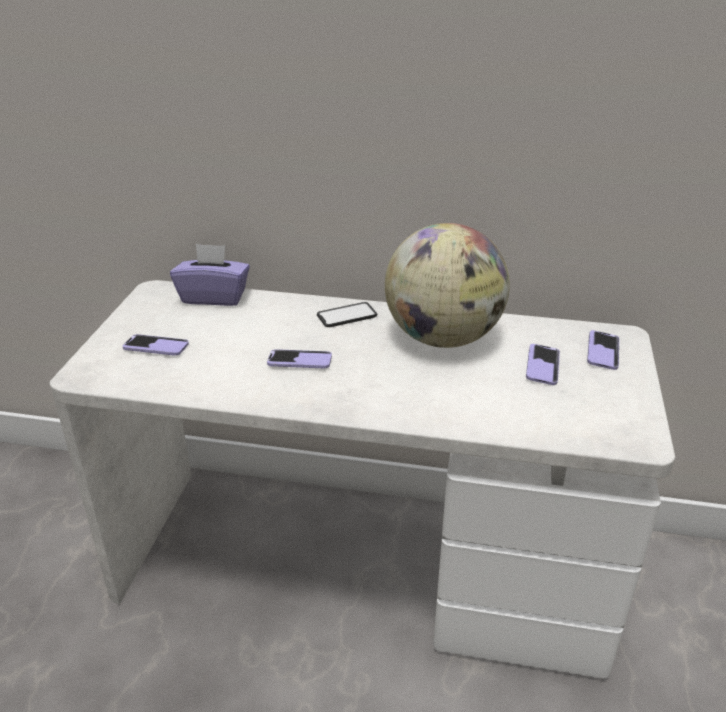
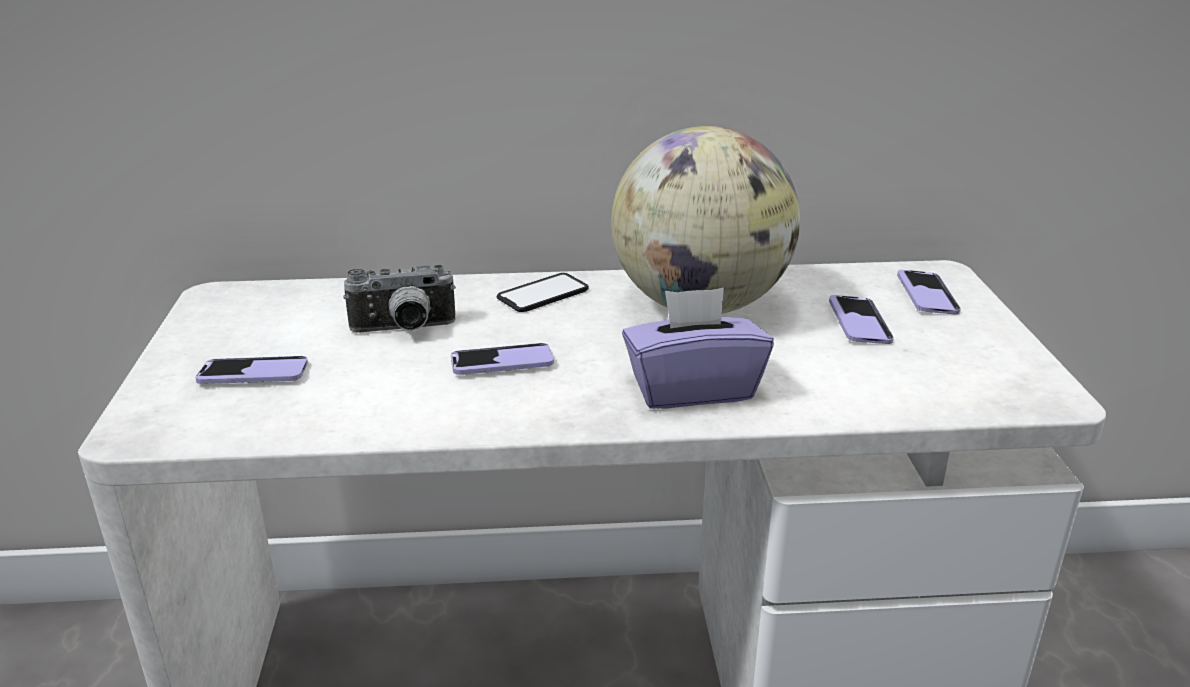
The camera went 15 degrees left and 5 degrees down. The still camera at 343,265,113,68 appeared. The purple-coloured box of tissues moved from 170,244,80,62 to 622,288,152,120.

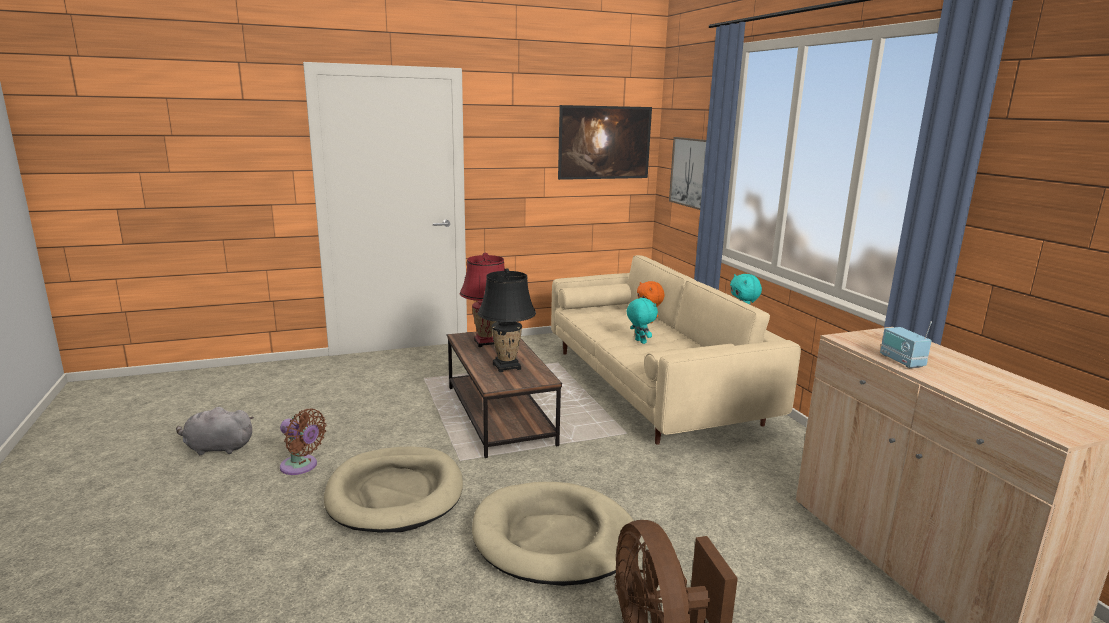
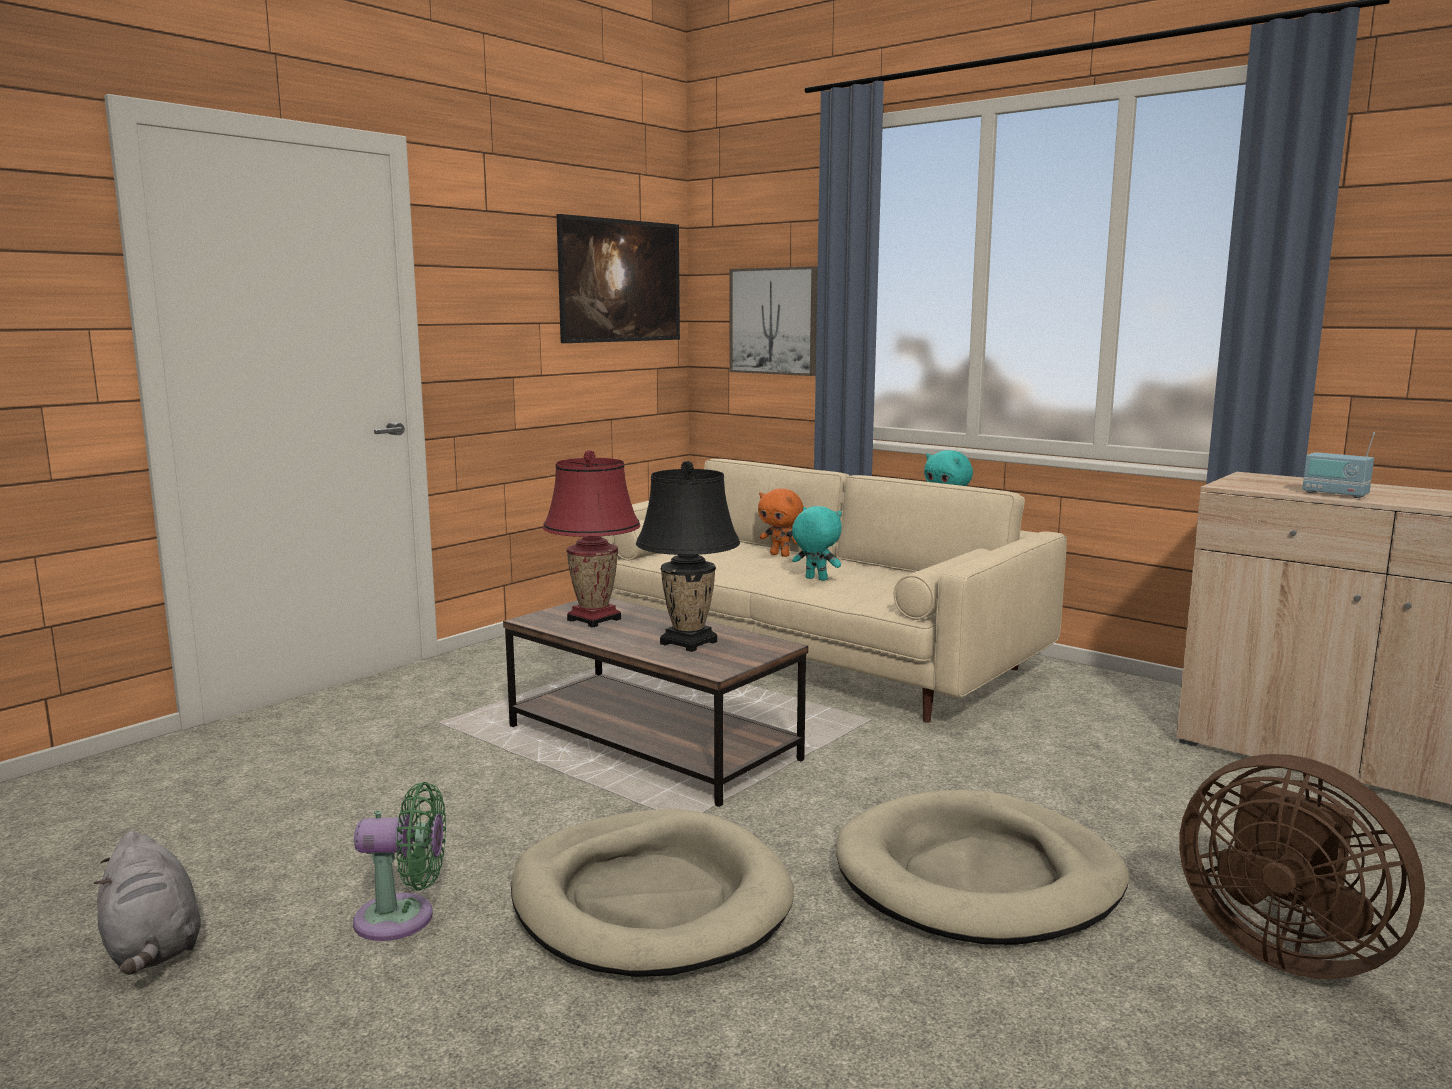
The camera went 30 degrees left and 5 degrees down. The brownish cooling fan at 280,409,47,66 became the greenish cooling fan at 353,782,93,159. The greyish plush toy at 176,407,78,48 turned 90 degrees counterclockwise.

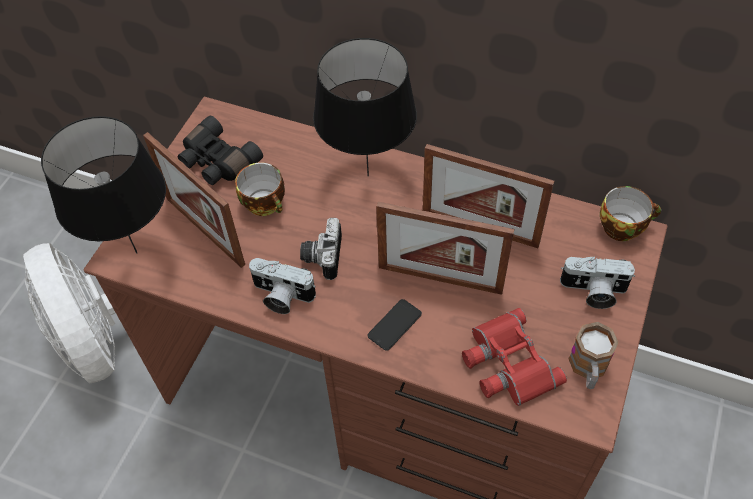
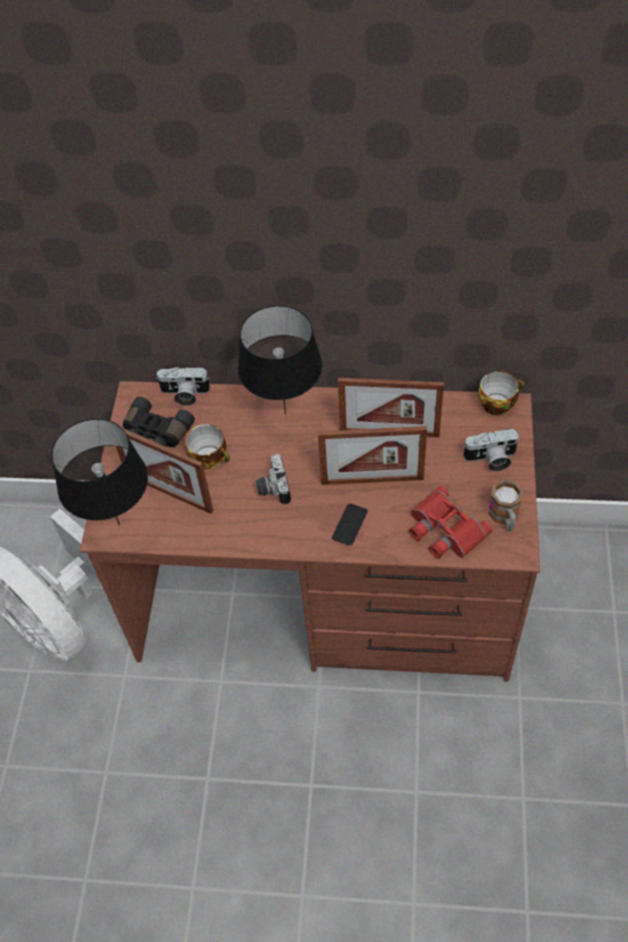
The camera went 15 degrees left and 0 degrees up. The still camera moved from 249,258,67,56 to 156,367,54,39.

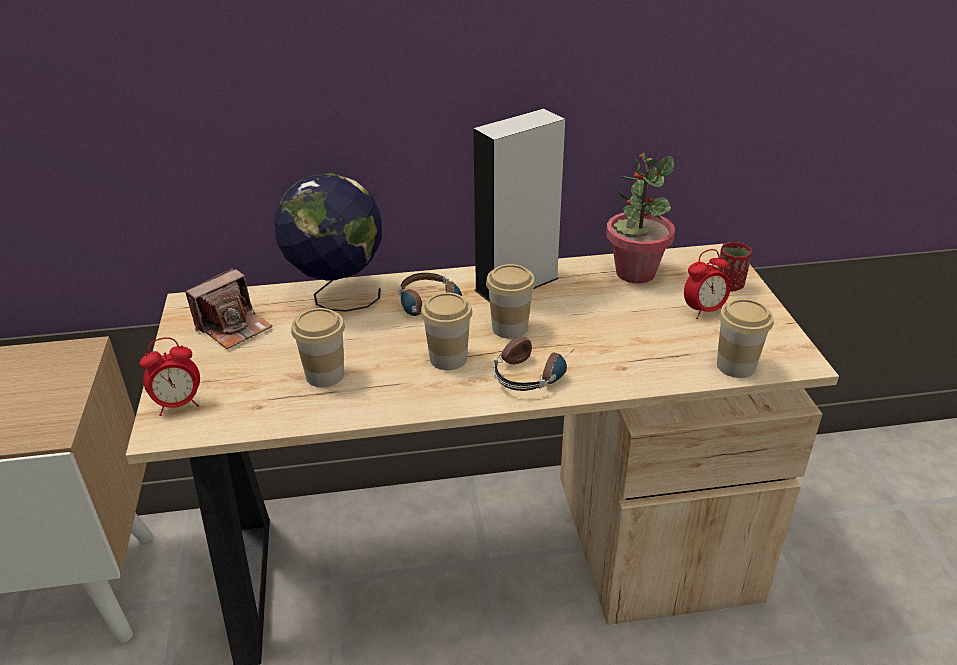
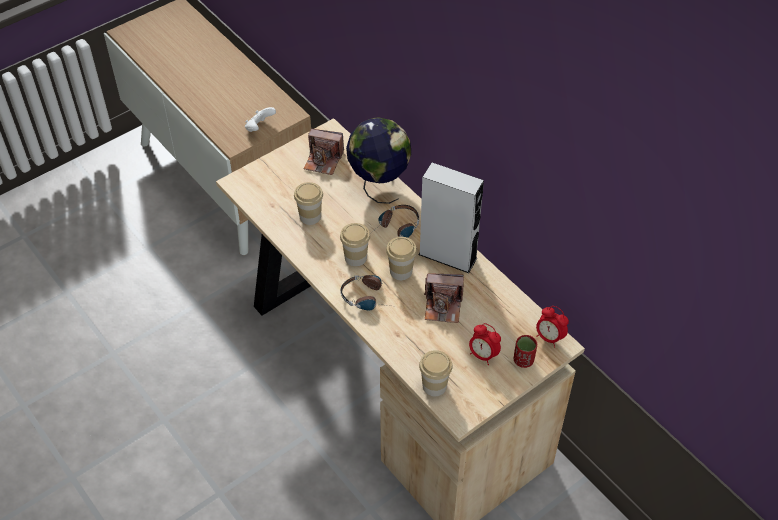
The camera went 60 degrees right and 15 degrees up. The plant in a pot at 606,153,69,130 disappeared. The white-coloured joypad at 245,107,31,25 appeared. The still camera at 424,273,40,50 appeared. The alarm clock moved from 140,337,60,79 to 536,306,33,42.

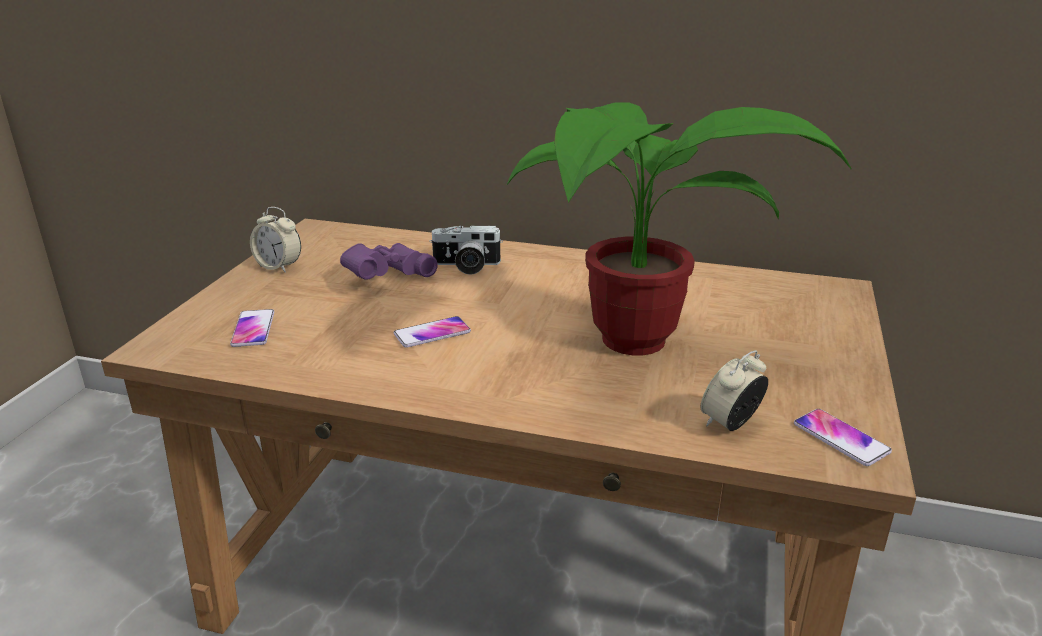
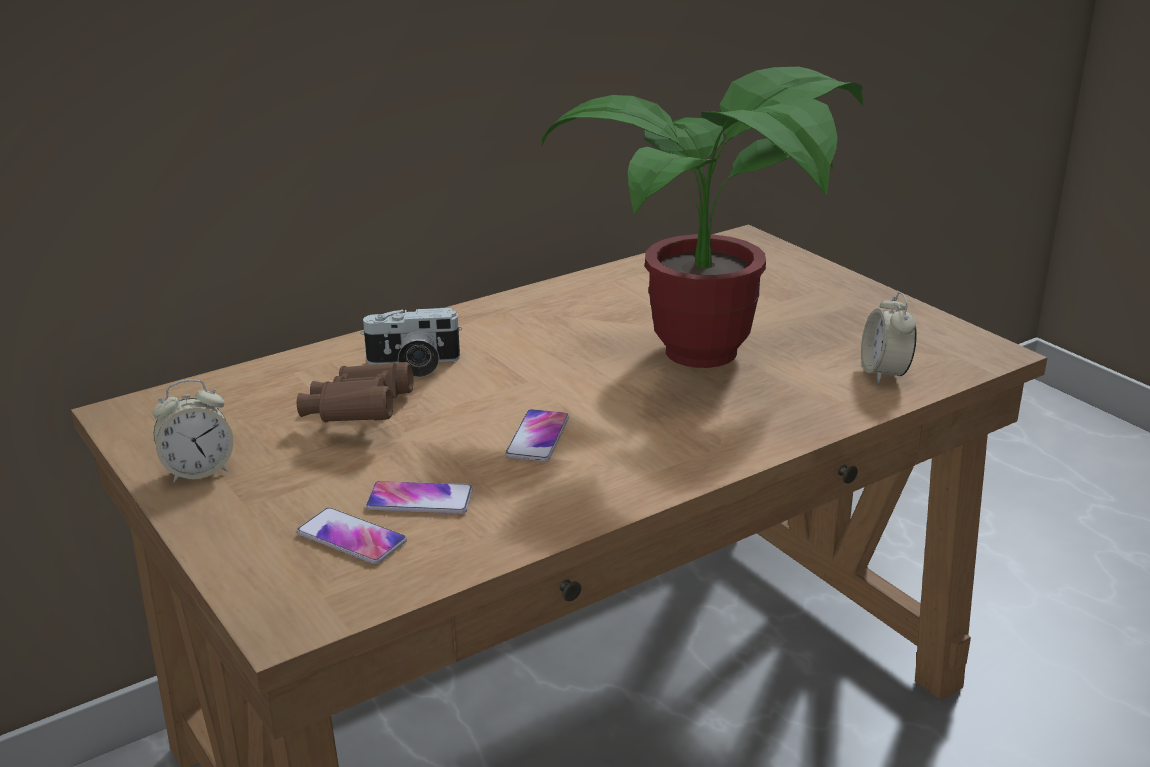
The camera went 50 degrees left and 0 degrees up. The handset moved from 794,409,98,57 to 366,481,107,33. The purple-coloured binoculars at 340,243,98,37 became the brownish binoculars at 297,362,117,60. The still camera at 429,226,74,49 turned 45 degrees clockwise.

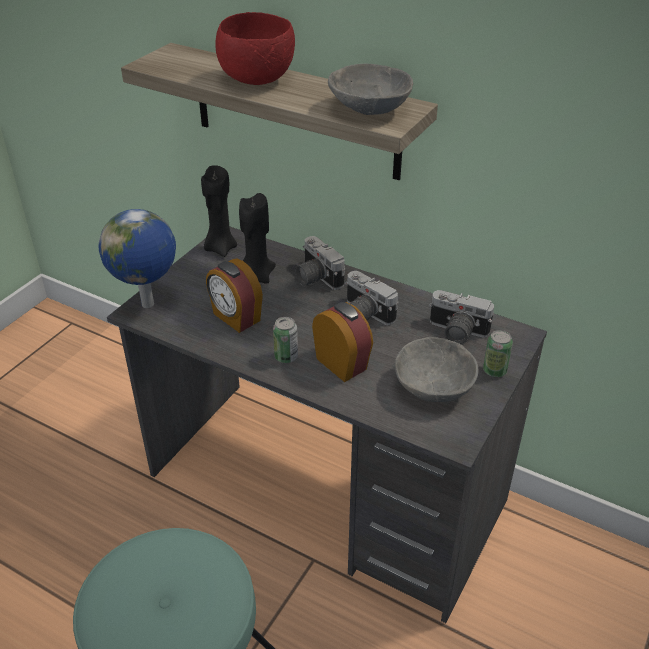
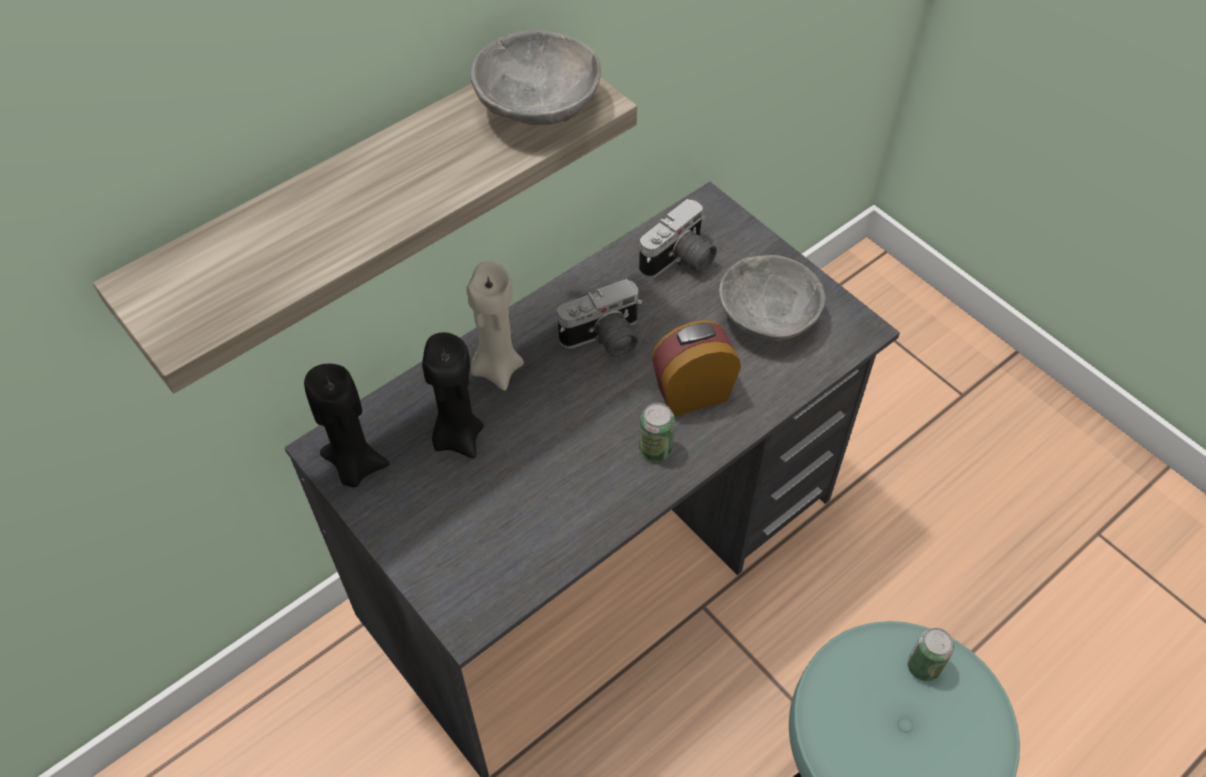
The camera went 70 degrees left and 15 degrees up. The world globe at 98,209,78,99 disappeared. The alarm clock at 206,258,57,75 disappeared. The red bowl at 215,12,80,73 disappeared. The sealed can moved from 483,330,30,47 to 907,628,47,53. The still camera at 295,236,50,54 was replaced by the beige candle at 467,262,57,129.

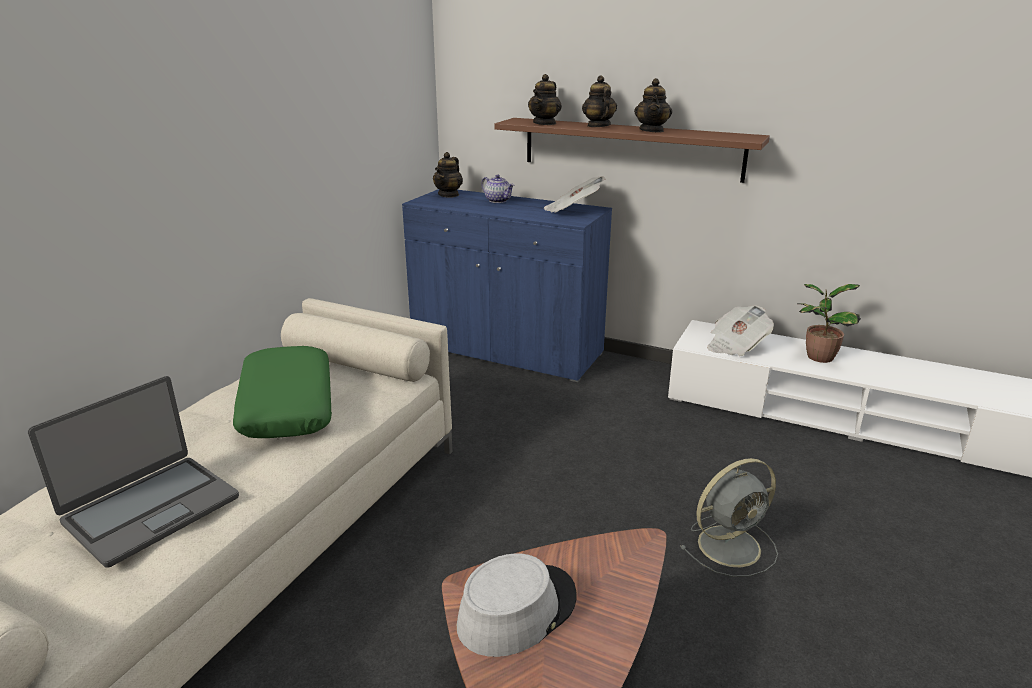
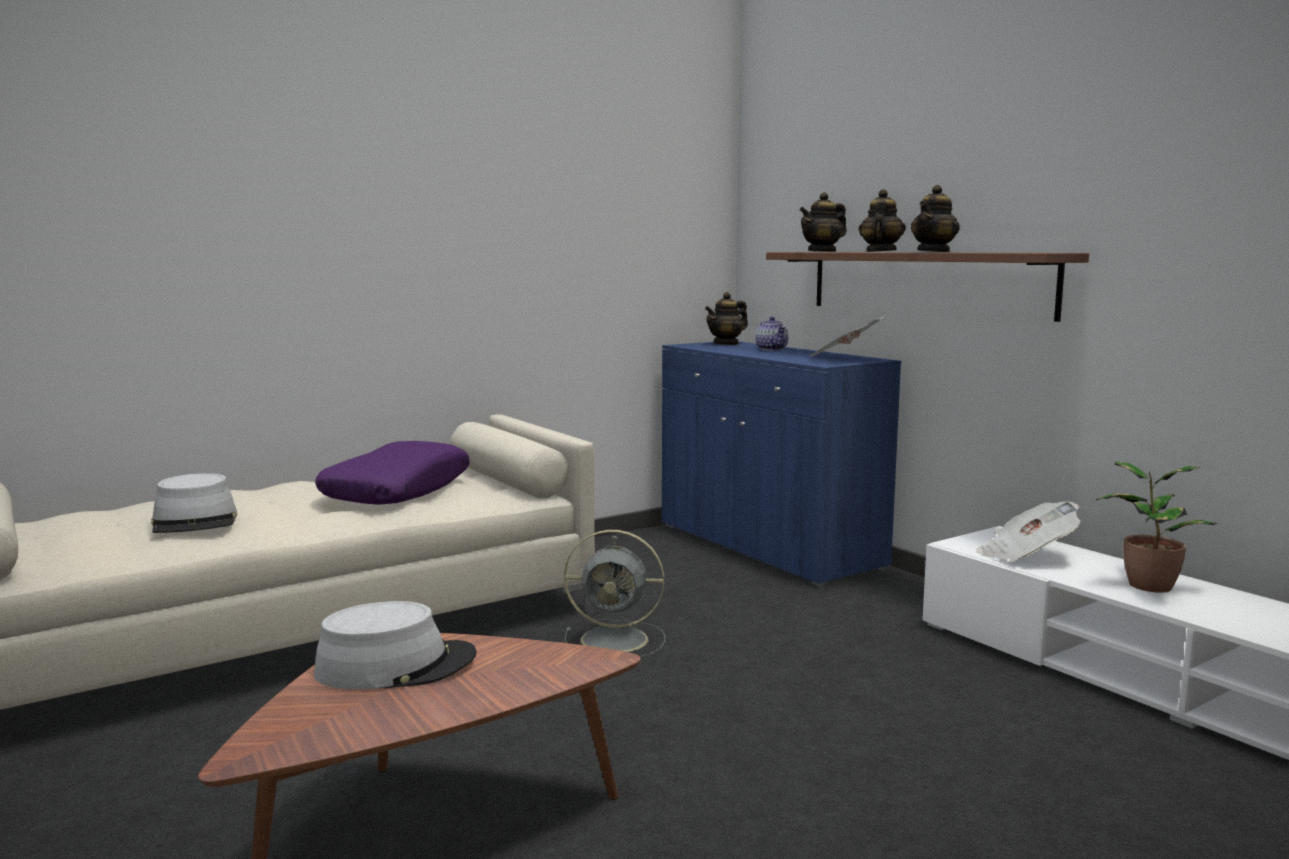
The camera went 30 degrees right and 15 degrees down. The greyish cooling fan moved from 680,458,98,119 to 564,530,101,127. The portable computer at 28,376,211,192 was replaced by the greyish clothing hat at 151,473,87,60. The greenish cushion at 233,346,99,92 became the purple-coloured cushion at 315,441,155,64.

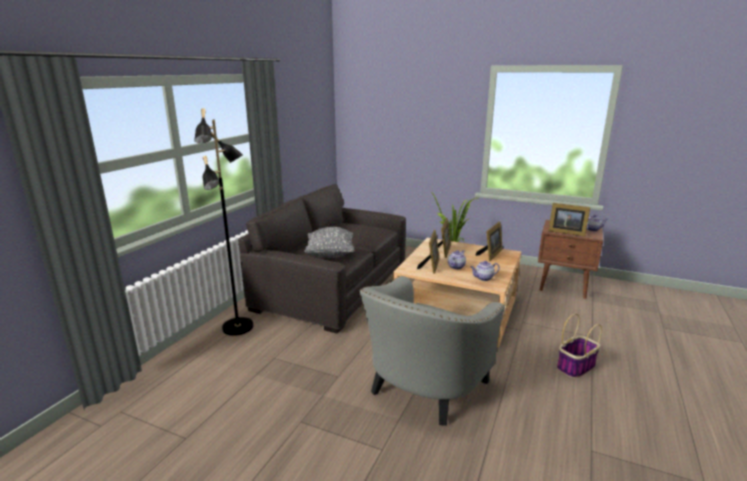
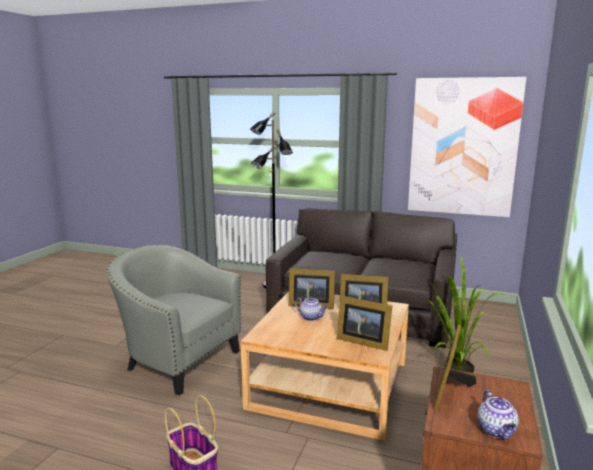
The camera went 85 degrees right and 5 degrees down. The greyish cushion at 304,227,51,31 disappeared. The pot for tea at 471,261,29,20 disappeared. The wall picture at 408,77,119,140 appeared.

